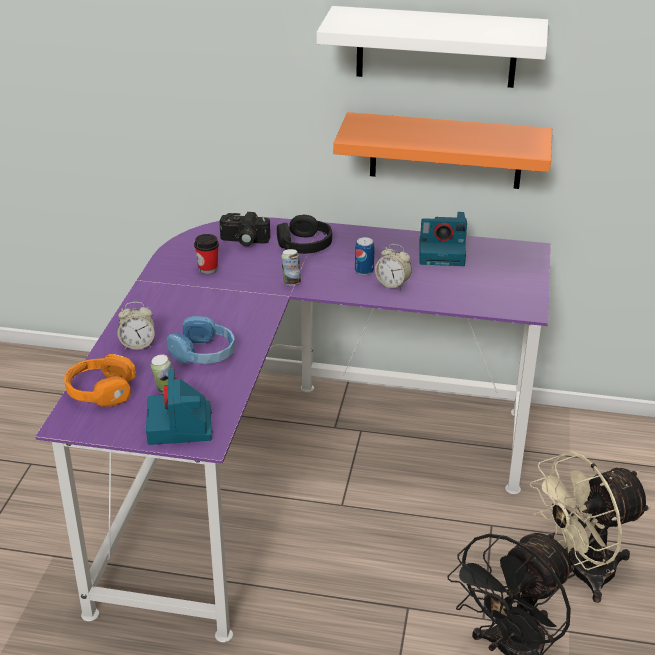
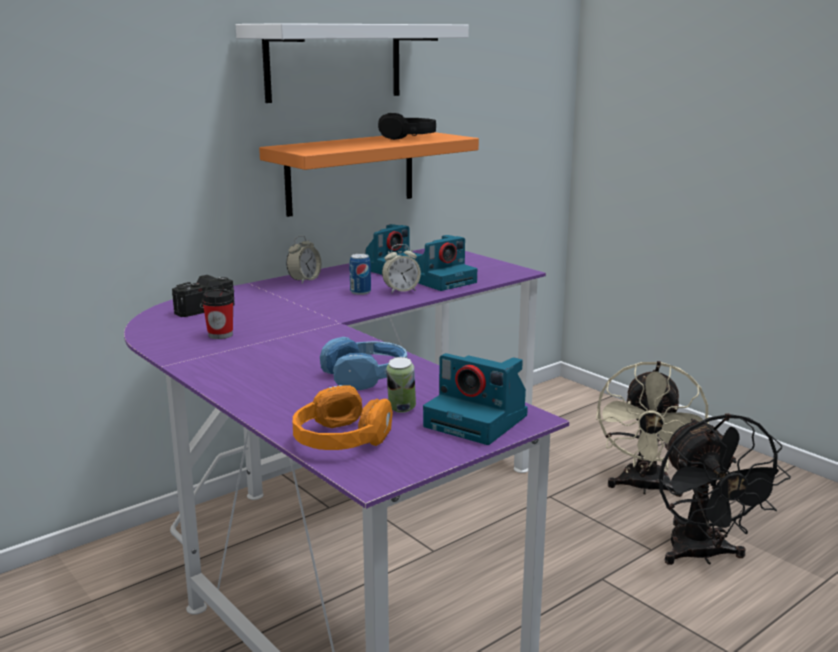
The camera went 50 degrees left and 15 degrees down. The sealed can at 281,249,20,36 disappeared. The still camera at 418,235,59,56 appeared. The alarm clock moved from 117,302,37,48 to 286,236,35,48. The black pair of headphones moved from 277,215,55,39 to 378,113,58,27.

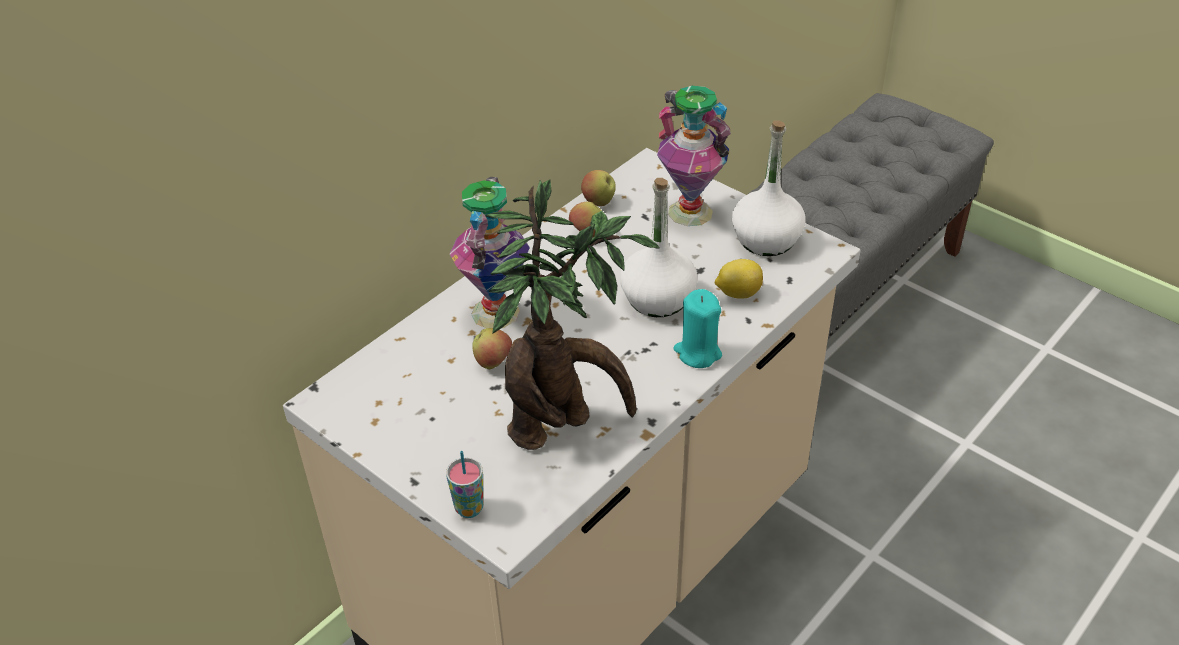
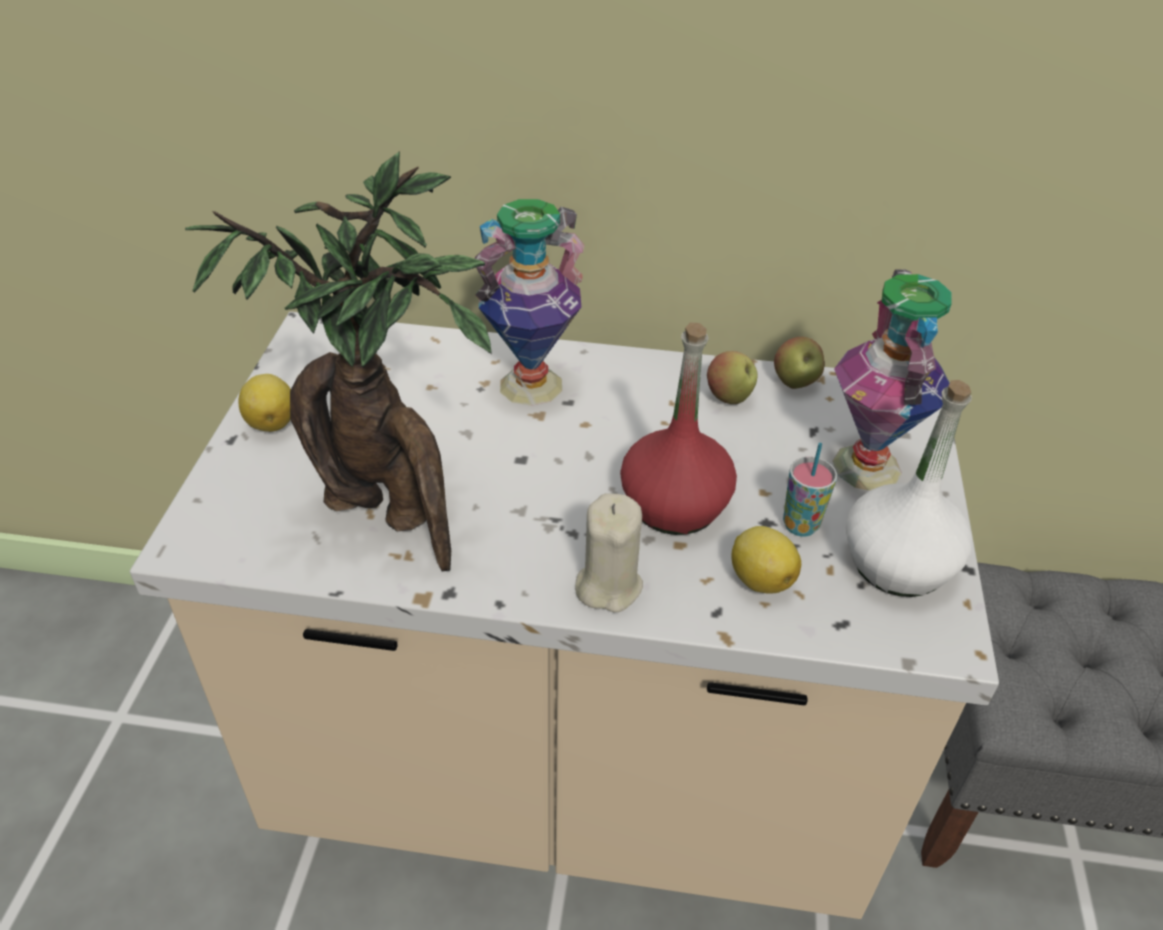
The camera went 55 degrees right and 0 degrees up. The whole apple at 472,328,40,41 disappeared. The whole lemon at 238,374,53,58 appeared. The cup moved from 446,451,38,67 to 783,443,54,94. The white-coloured drink bottle at 620,178,77,139 became the red drink bottle at 620,322,117,213. The turquoise candle at 674,289,48,79 became the beige candle at 575,493,68,119.

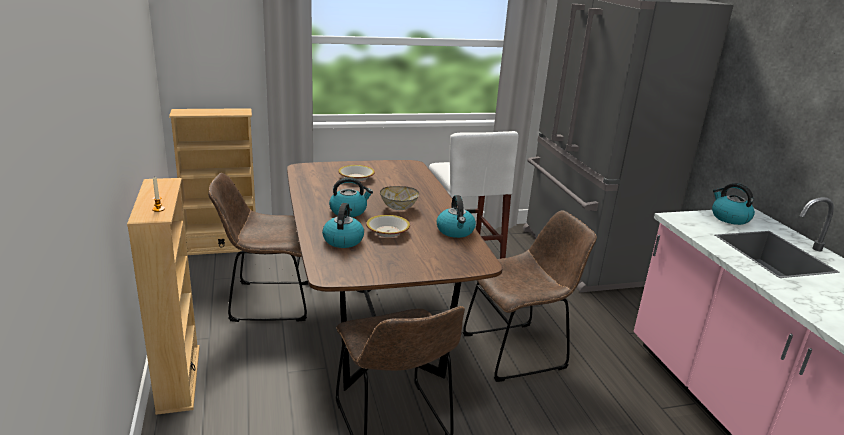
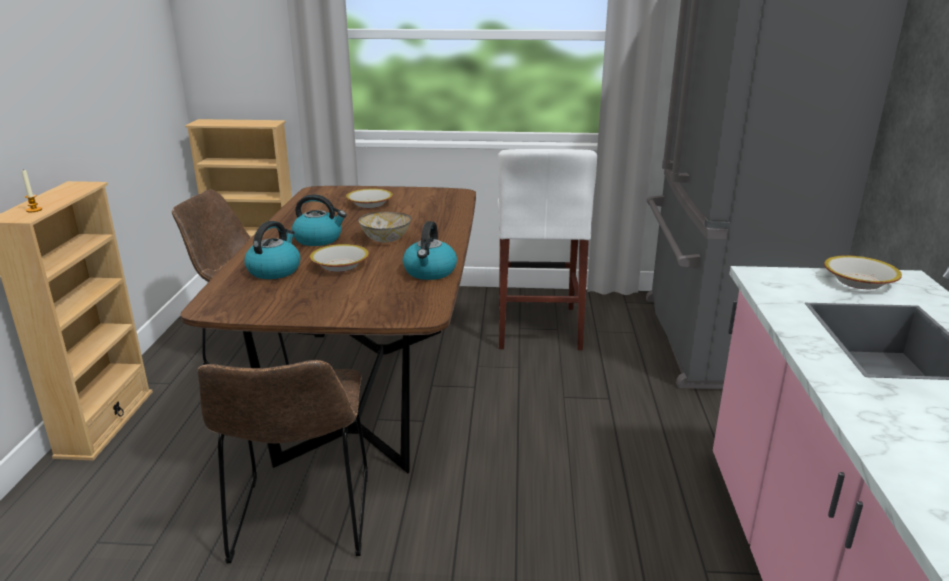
The camera went 20 degrees right and 0 degrees up. The brownish plain chair at 463,210,134,172 disappeared. The tea kettle at 712,183,43,42 was replaced by the bowl at 824,255,78,34.

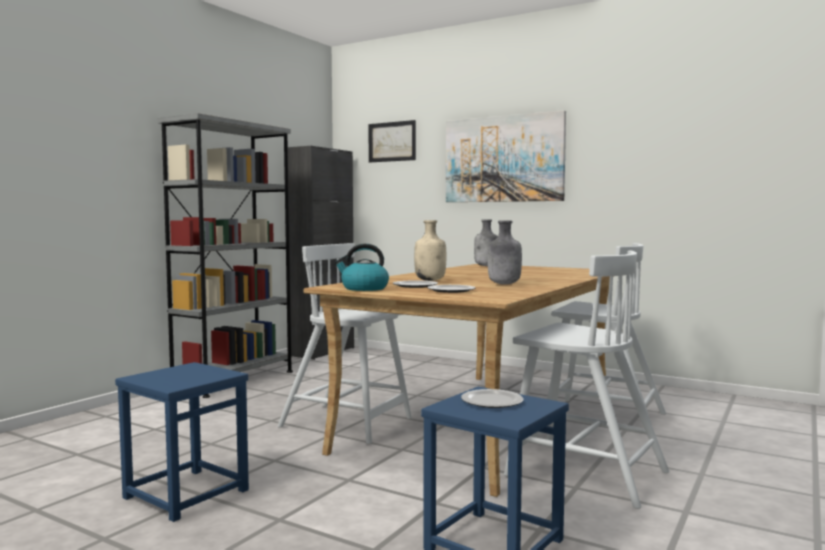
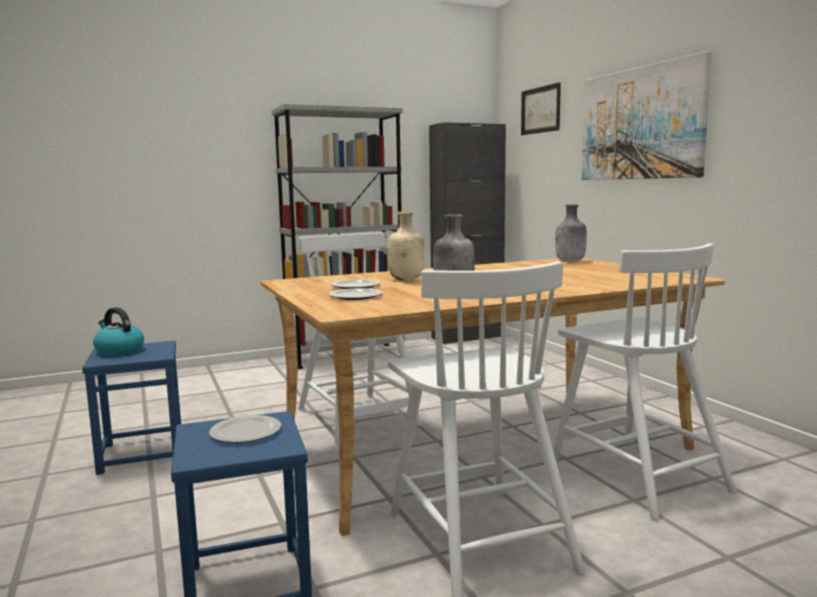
The camera went 35 degrees right and 5 degrees up. The tea kettle moved from 334,244,55,47 to 93,307,51,49.

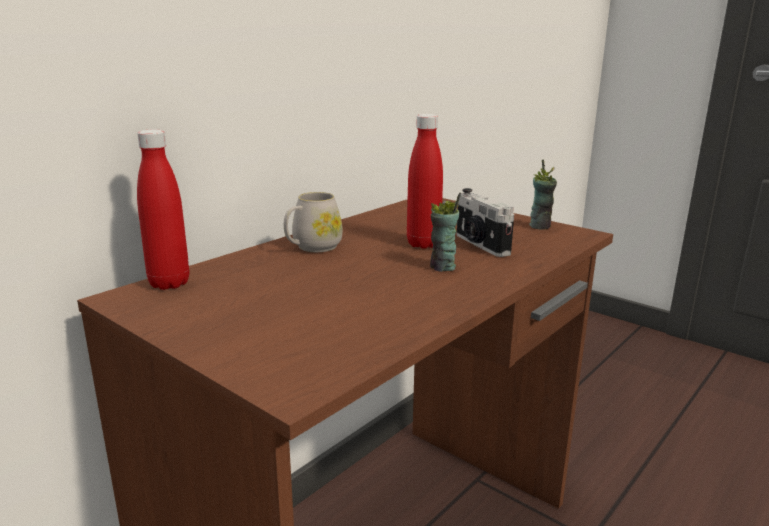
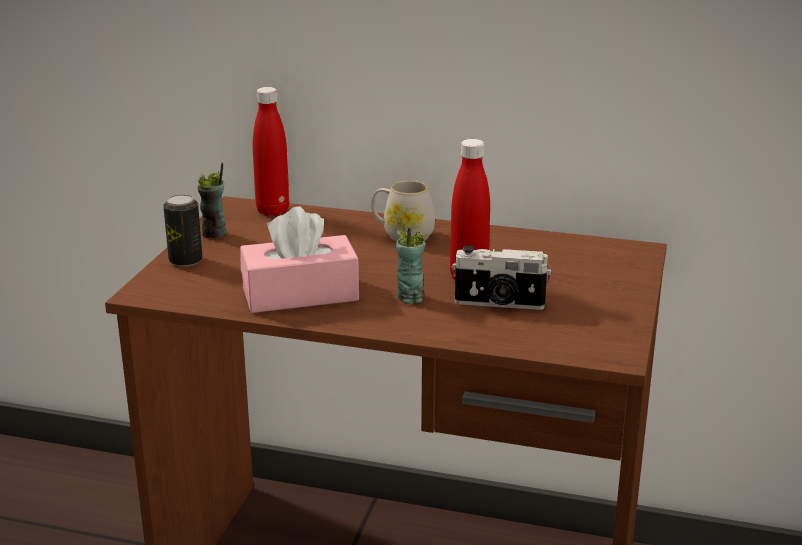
The camera went 65 degrees right and 5 degrees up. The sealed can at 163,194,39,73 appeared. The pink-coloured box of tissues at 240,207,119,106 appeared. The cup moved from 529,160,28,69 to 197,163,29,76. The still camera at 457,188,57,69 turned 120 degrees counterclockwise.

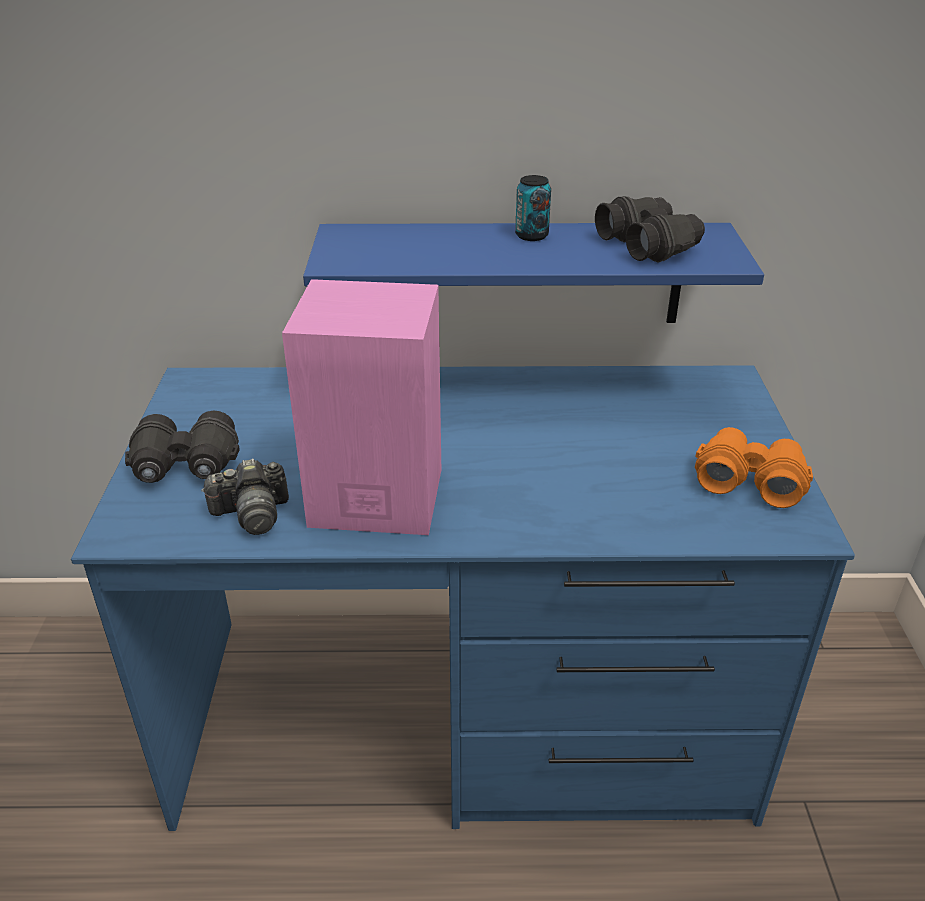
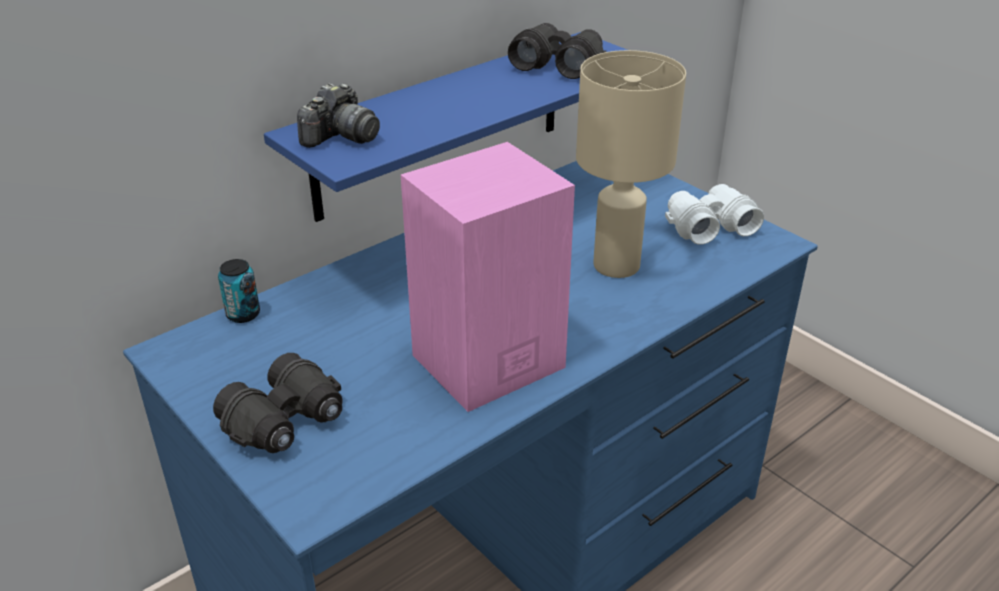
The camera went 40 degrees left and 0 degrees up. The beige lamp for a table at 576,50,110,228 appeared. The still camera moved from 201,459,88,76 to 297,83,83,65. The sealed can moved from 515,175,36,66 to 218,259,42,64. The orange-coloured binoculars at 695,427,118,81 became the white-coloured binoculars at 665,184,99,61.

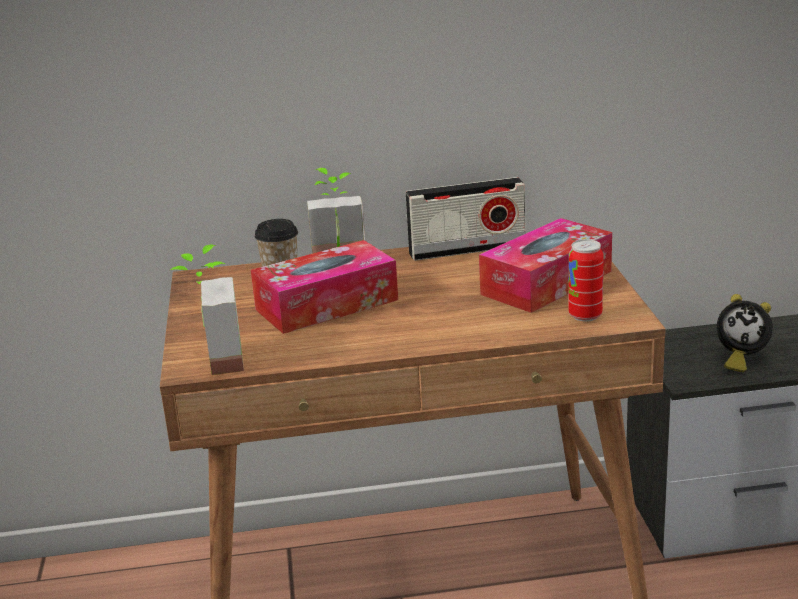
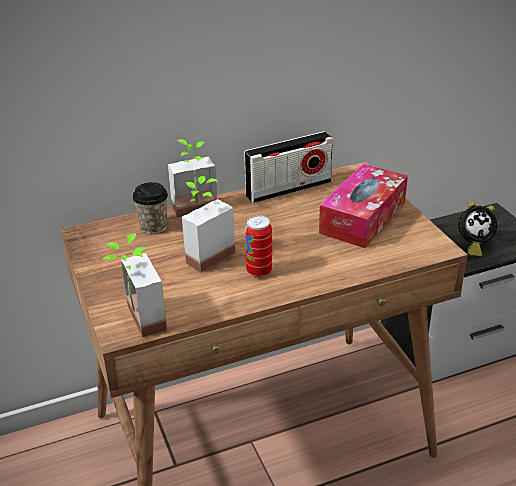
The camera went 15 degrees left and 10 degrees up. The sealed can moved from 568,239,36,83 to 245,215,27,63. The box of tissues at 251,240,147,94 was replaced by the plant in a pot at 182,176,53,97.

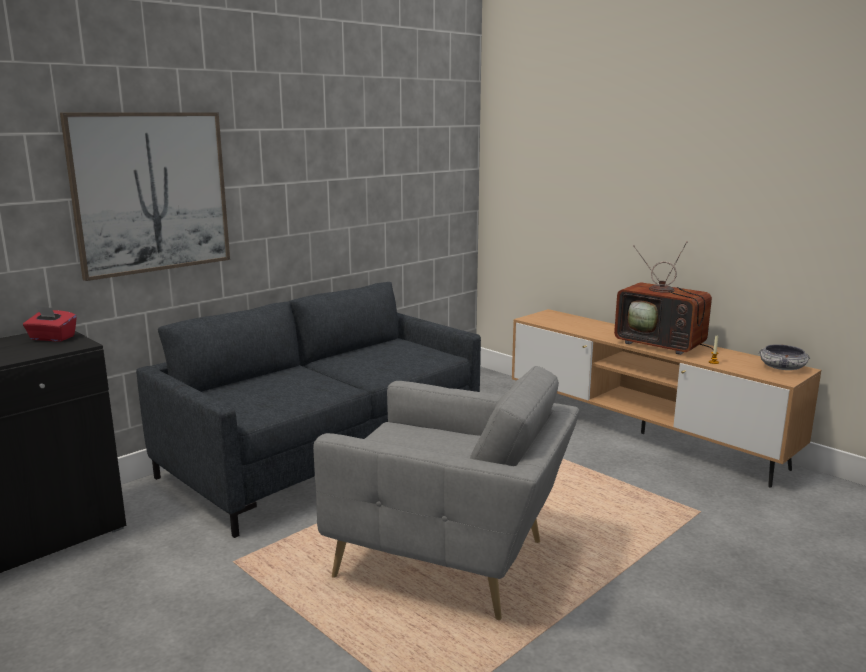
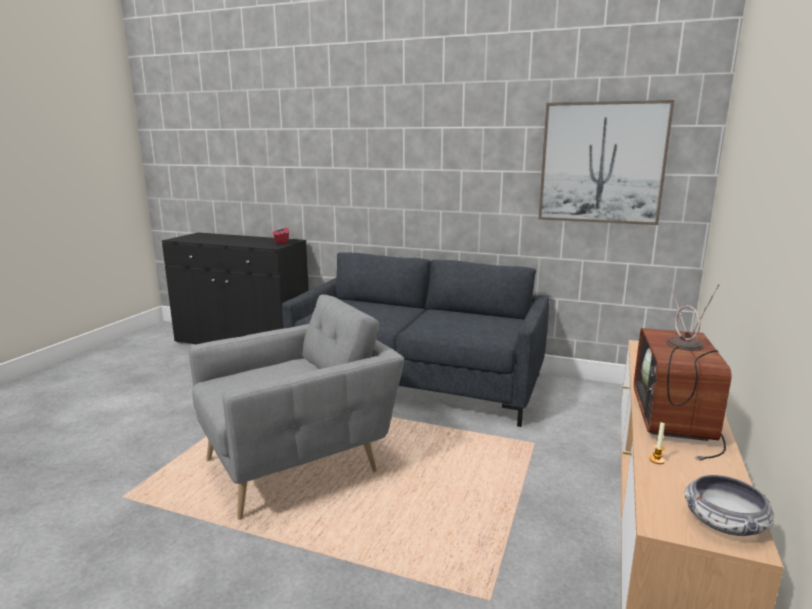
The camera went 65 degrees right and 0 degrees up. The wall picture moved from 60,113,170,168 to 539,100,135,125. The greyish easy chair at 313,366,266,254 turned 120 degrees counterclockwise.

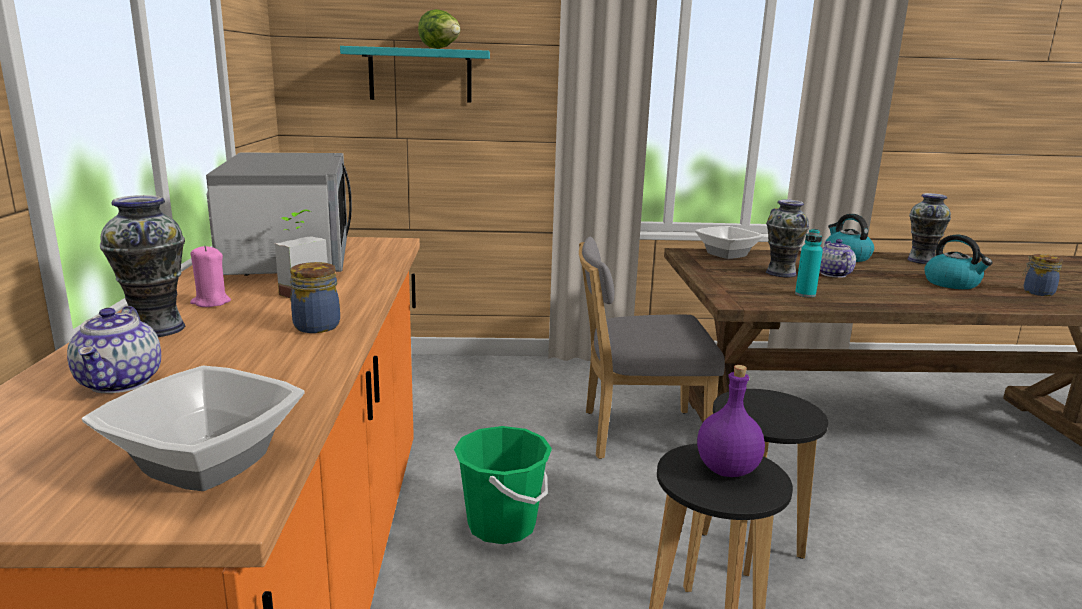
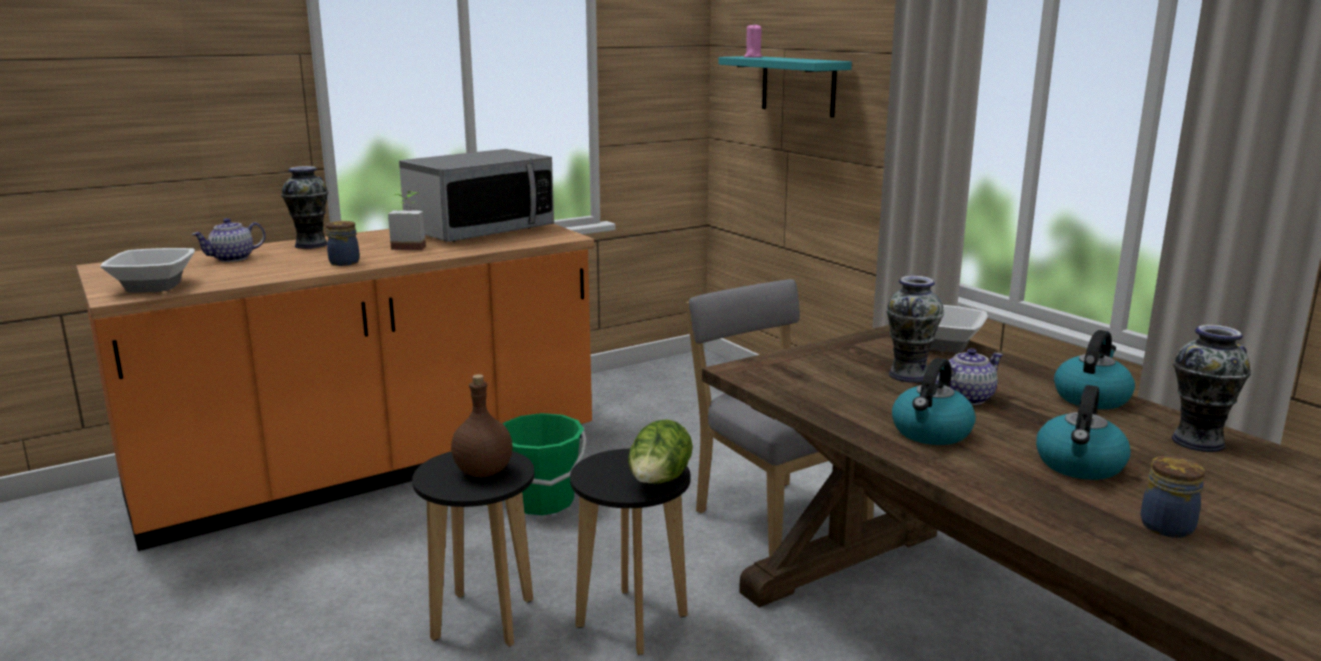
The camera went 60 degrees right and 0 degrees up. The turquoise drink bottle at 795,229,28,68 disappeared. The tea kettle at 892,358,84,87 appeared. The pink-coloured candle moved from 190,245,41,62 to 744,25,18,33. The head of lettuce moved from 418,9,43,40 to 628,419,65,64. The purple-coloured drink bottle at 697,365,68,112 became the brownish drink bottle at 451,374,62,104.

